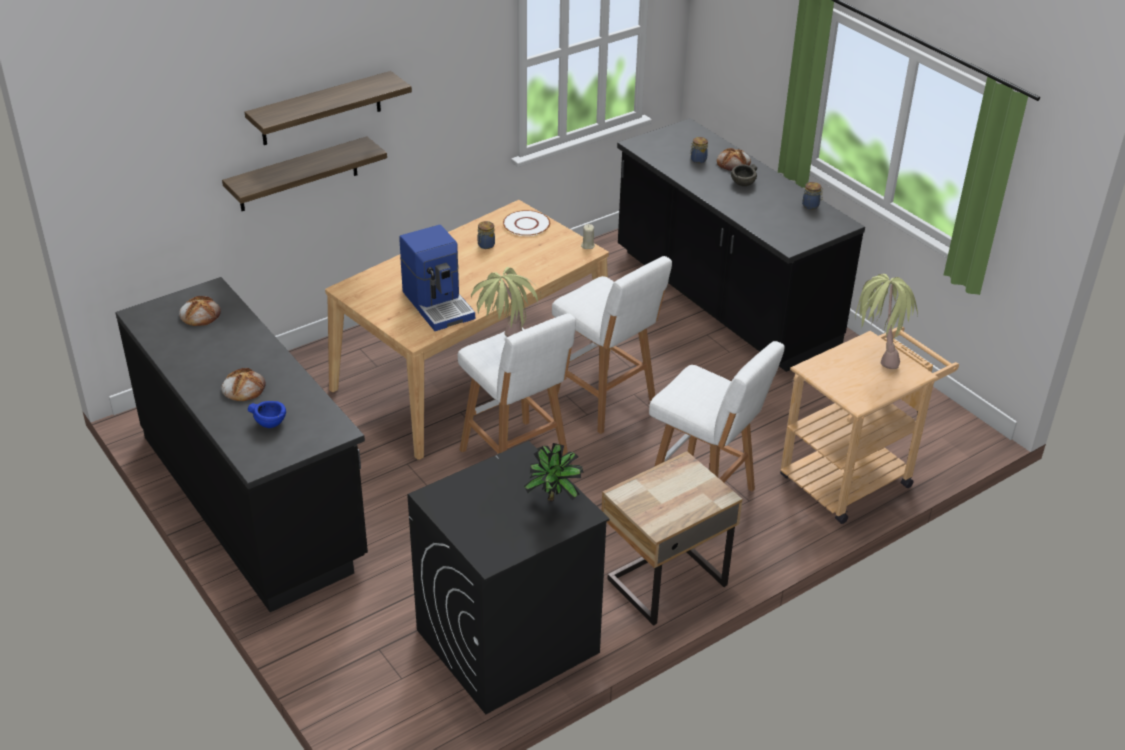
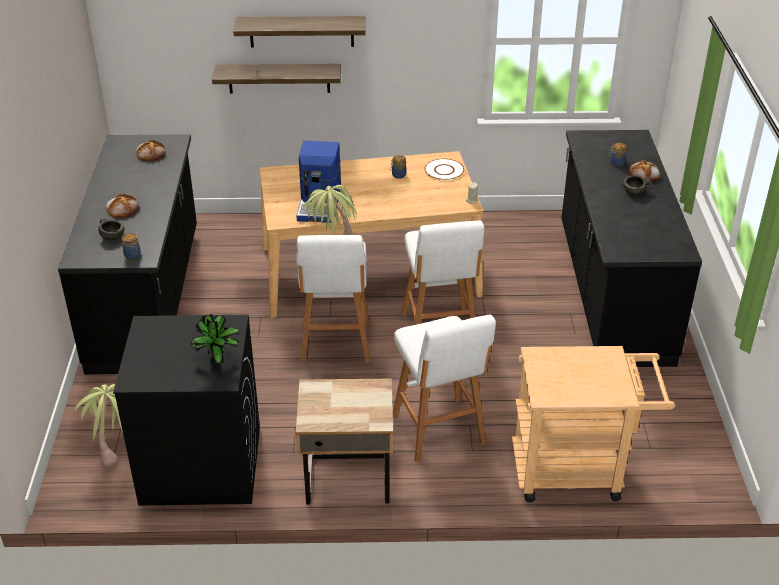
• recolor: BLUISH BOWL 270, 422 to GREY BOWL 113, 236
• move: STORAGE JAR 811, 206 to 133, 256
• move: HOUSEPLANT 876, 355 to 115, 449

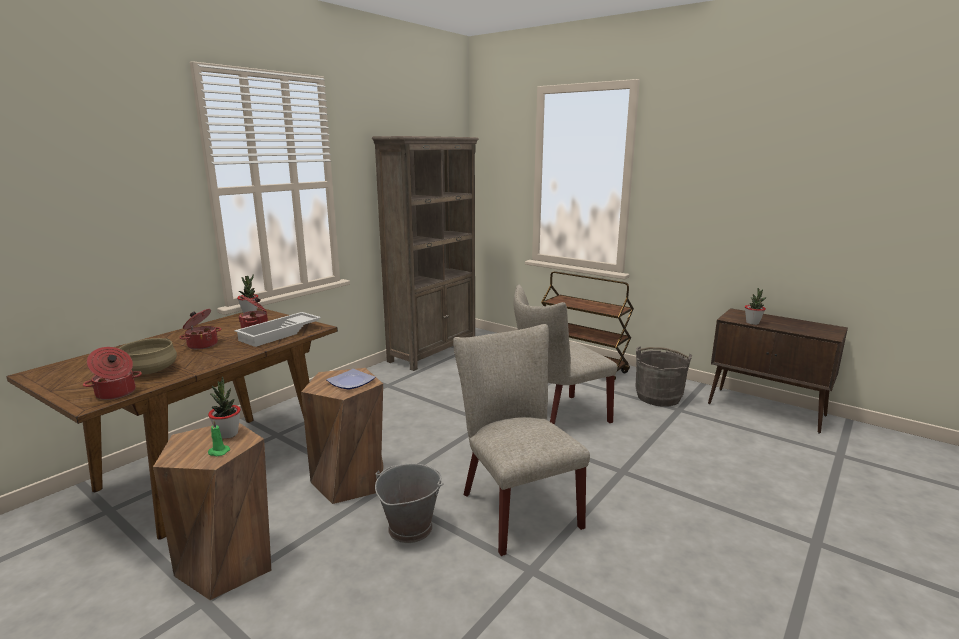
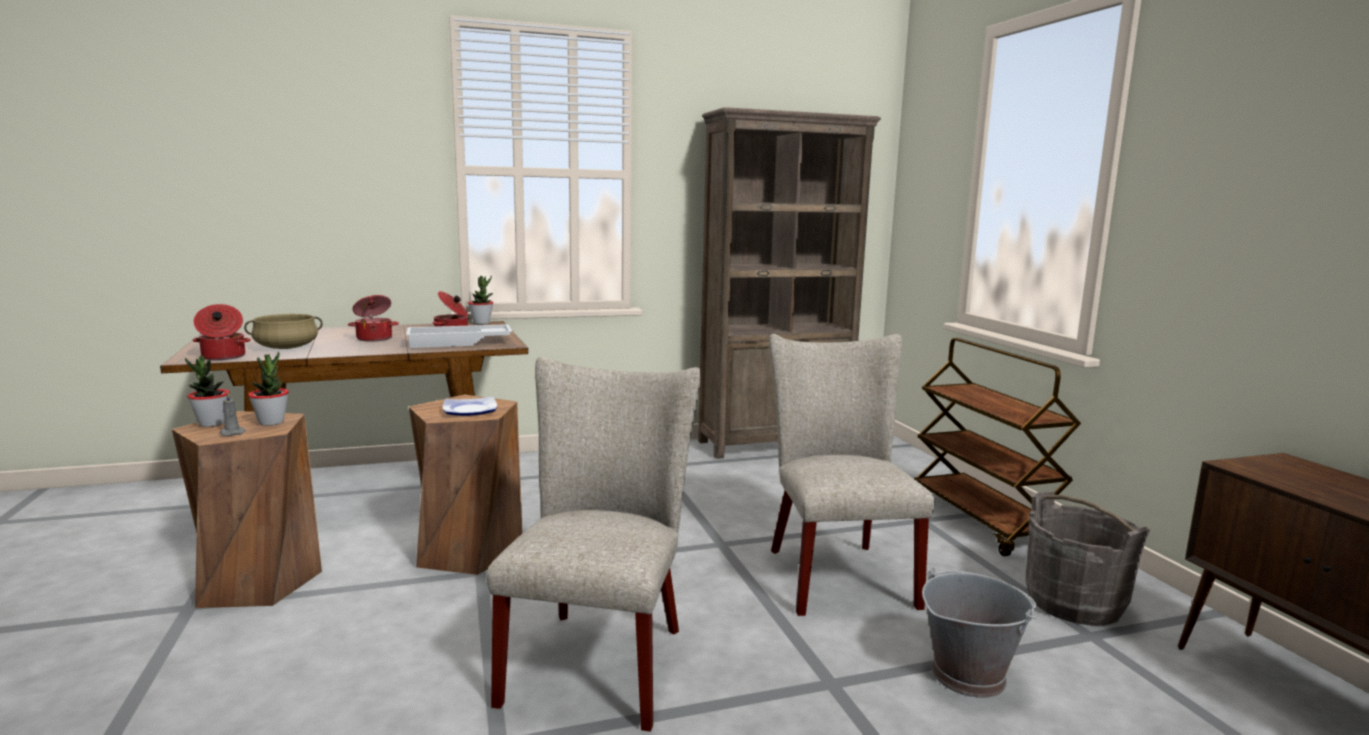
• recolor: GREEN WAX LIGHT 218, 452 to GREY WAX LIGHT 232, 433
• move: GREY PAIL 410, 527 to 967, 674
• rotate: BEIGE-COLOURED CHAIR 557, 417 = 835, 572 75 degrees clockwise
• move: HOUSEPLANT 752, 323 to 212, 423

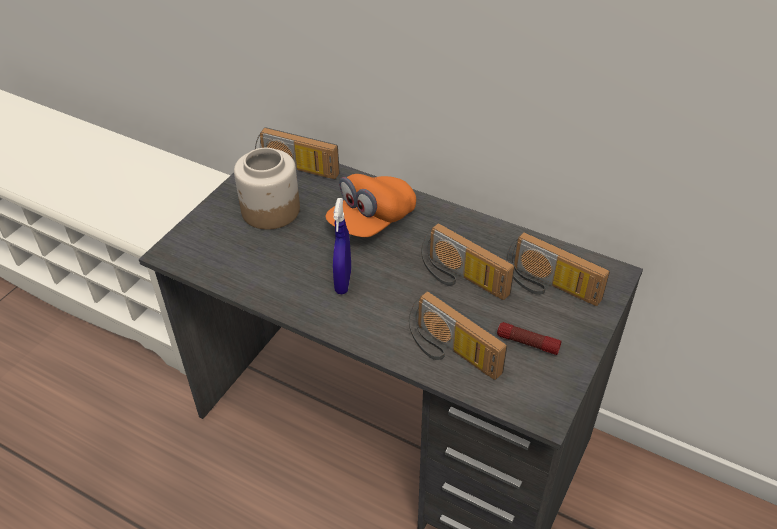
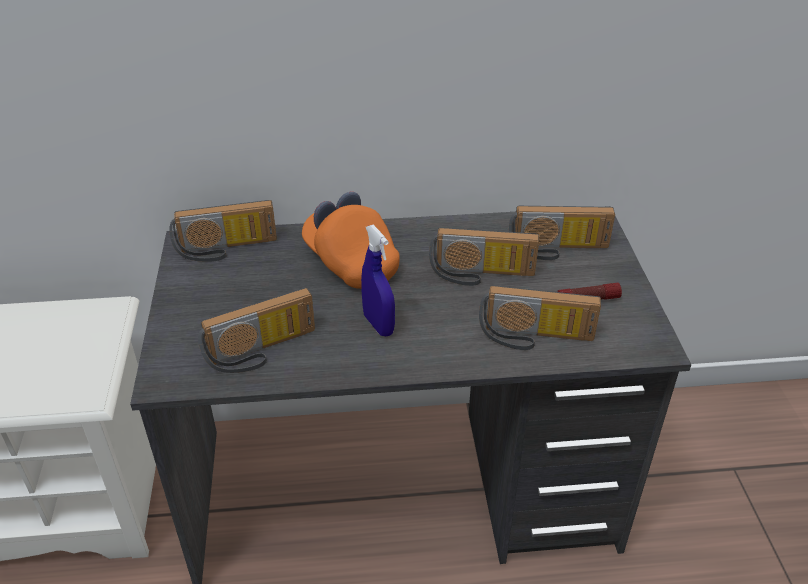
• delete: STORAGE JAR 270, 211
• rotate: ORANGE-COLOURED BASEBALL CAP 372, 221 = 350, 261 135 degrees clockwise
• insert: RADIO SET 262, 351

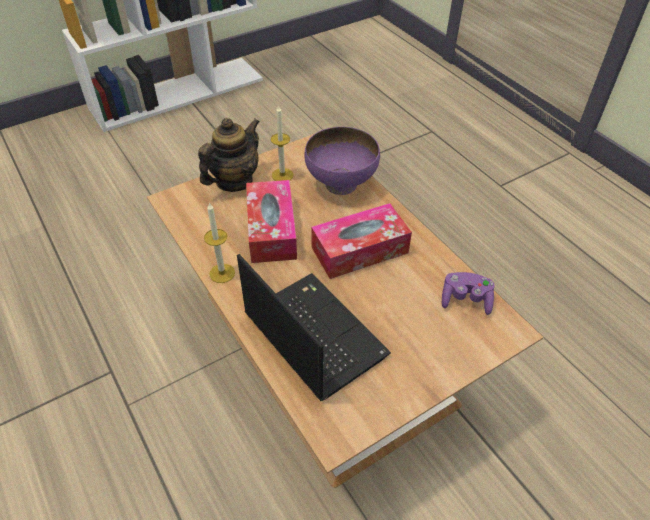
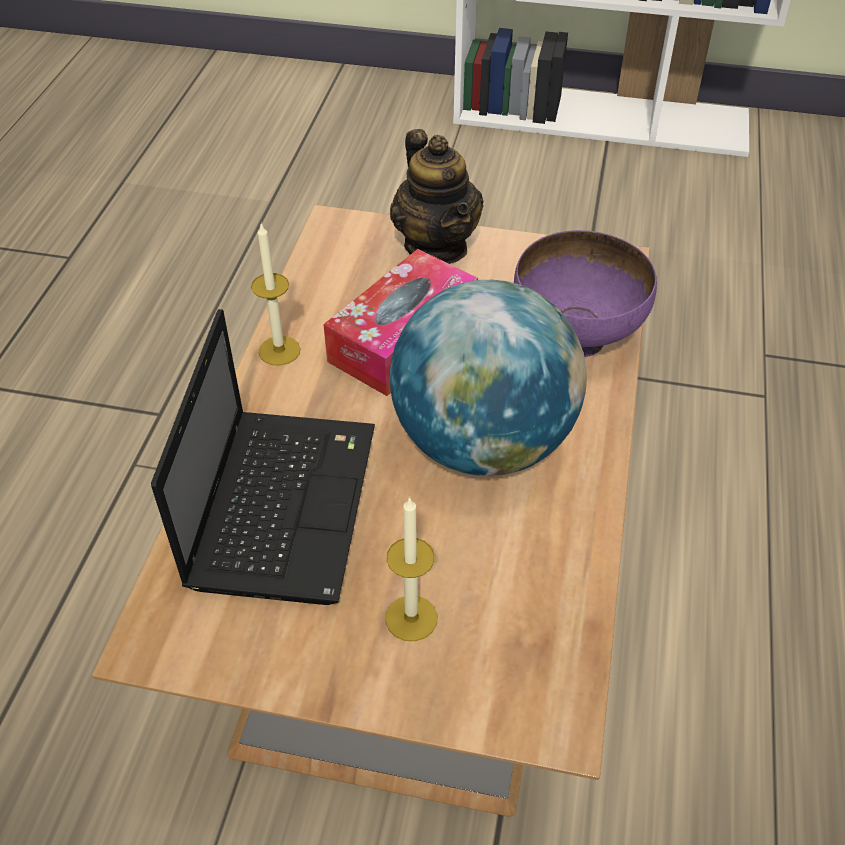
• rotate: POT FOR TEA 234, 181 = 436, 246 75 degrees clockwise
• move: WAX LIGHT 282, 175 to 411, 618
• replace: TISSUE BOX 359, 250 to WORLD GLOBE 483, 442
• delete: PURPLISH GAME CONTROLLER 465, 300

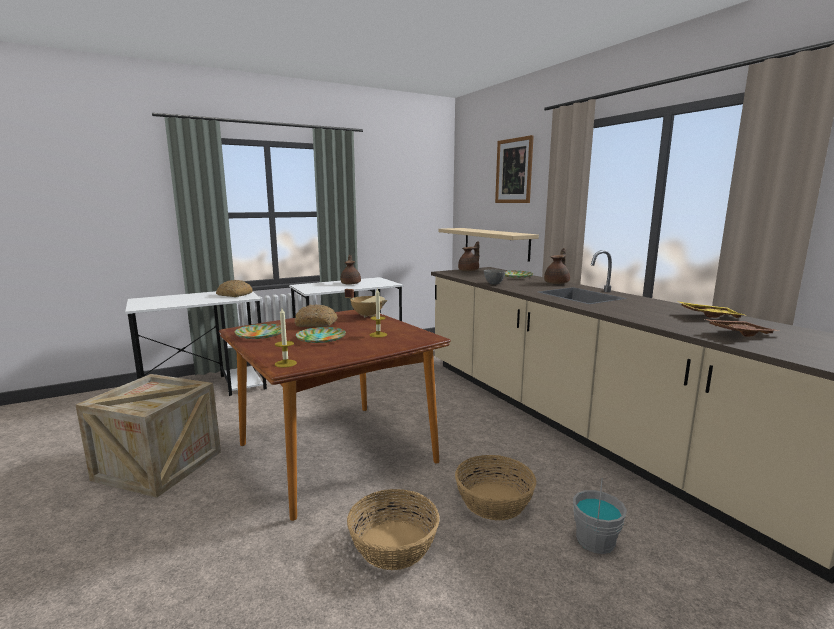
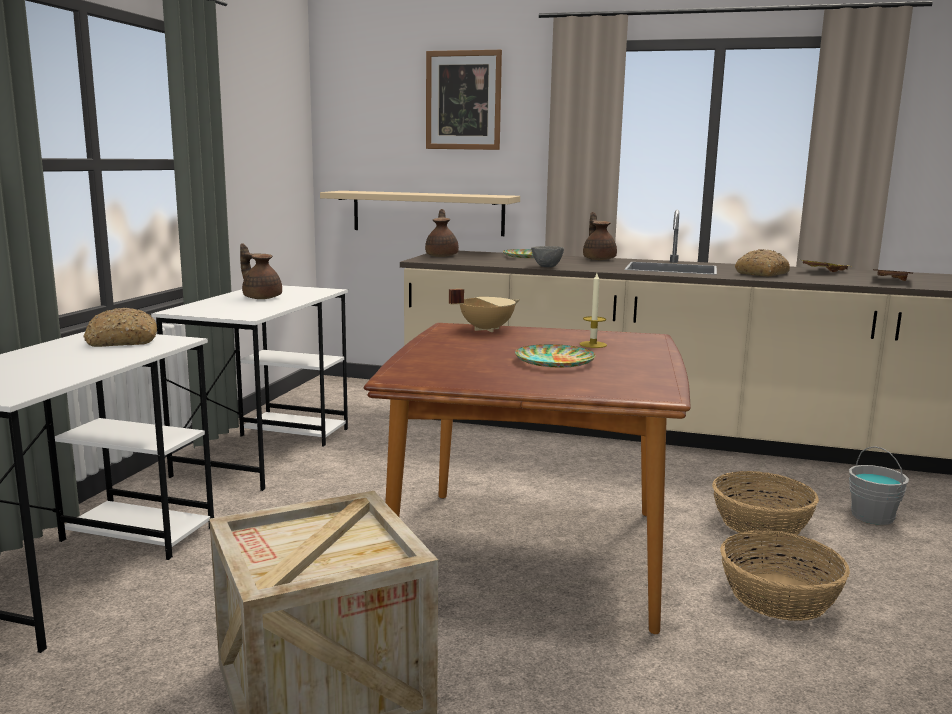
• delete: DINNER PLATE 260, 334
• delete: WAX LIGHT 285, 363
• move: BAKERY BREAD 316, 324 to 761, 273

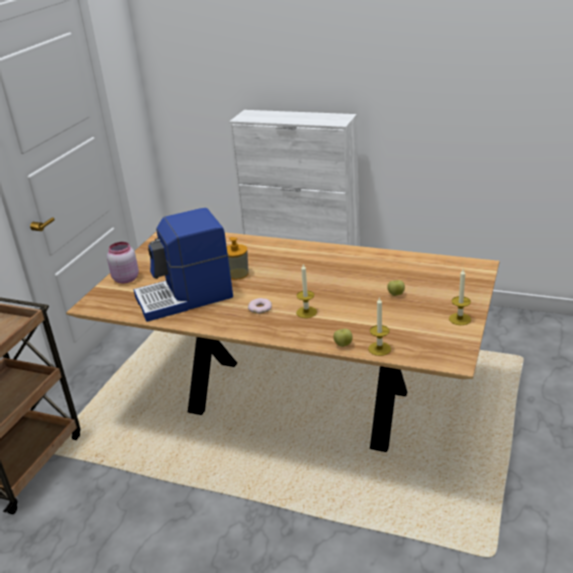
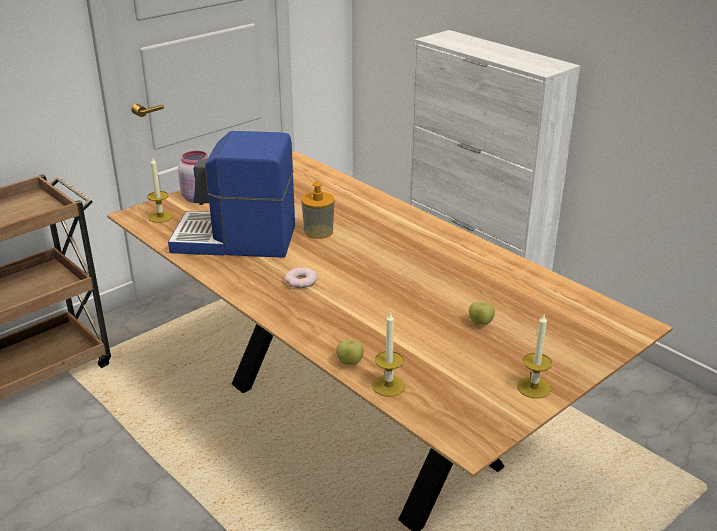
• move: WAX LIGHT 306, 312 to 160, 217

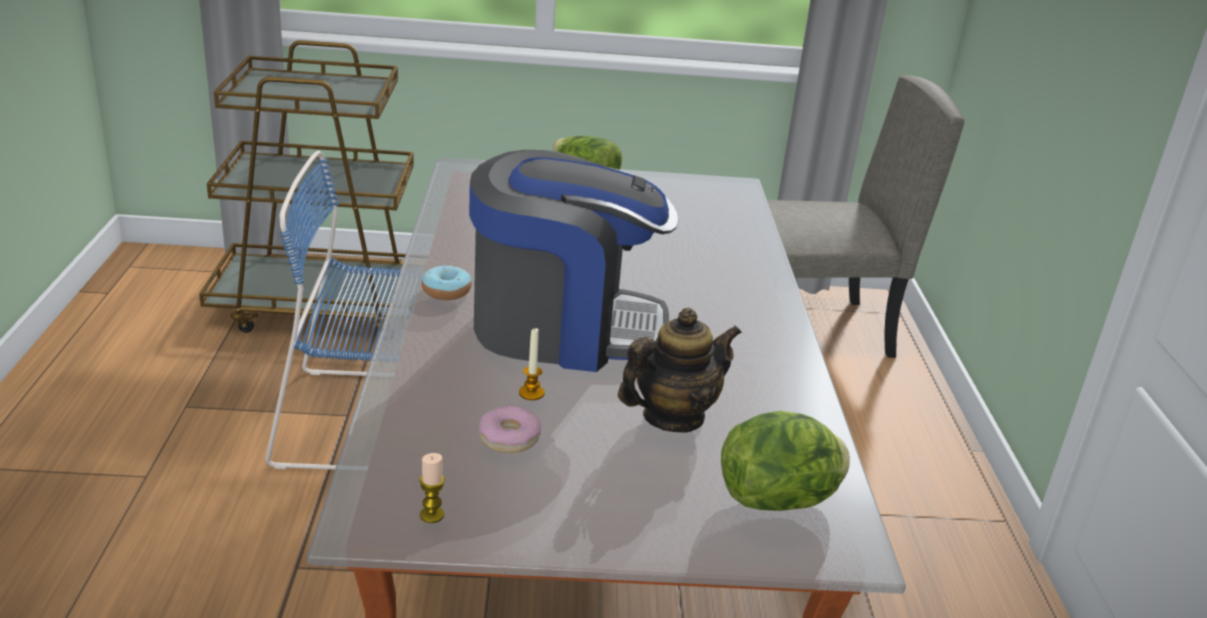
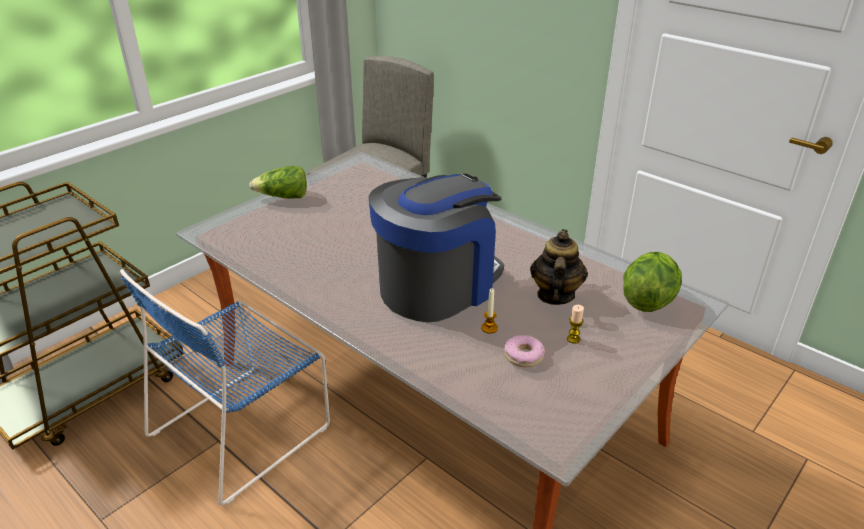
• move: WAX LIGHT 432, 515 to 573, 339
• delete: DONUT 446, 291

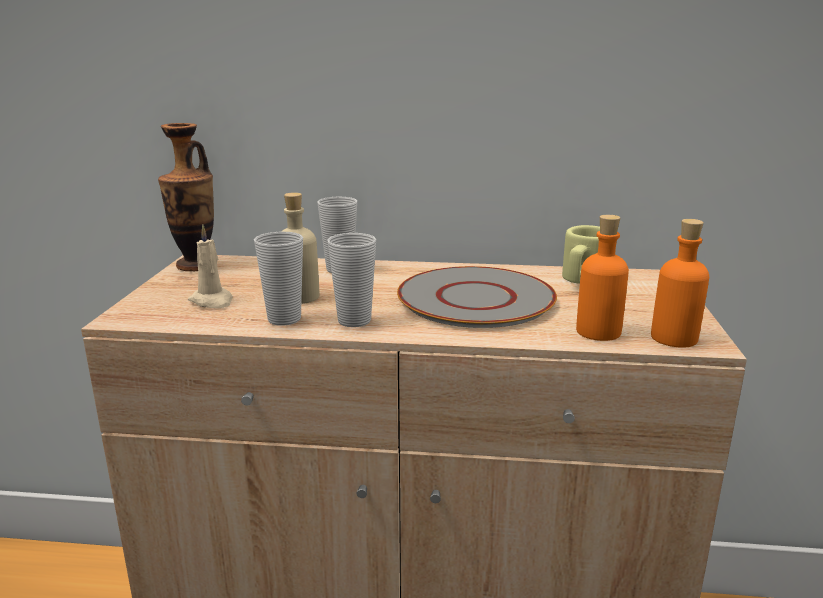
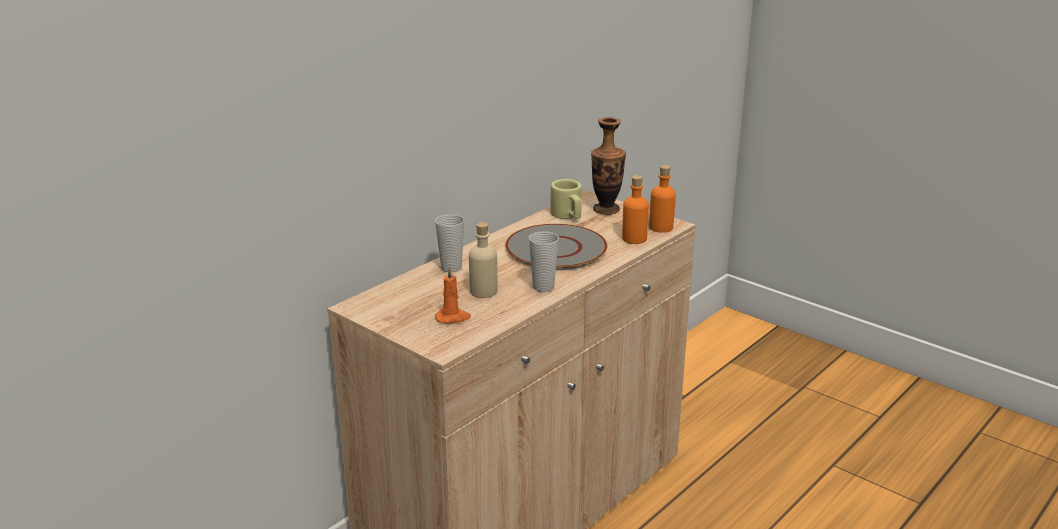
• move: FLOWER VASE 196, 265 to 606, 210
• recolor: BEIGE-COLOURED WAX LIGHT 212, 301 to ORANGE-COLOURED WAX LIGHT 453, 317
• delete: CUP 284, 319

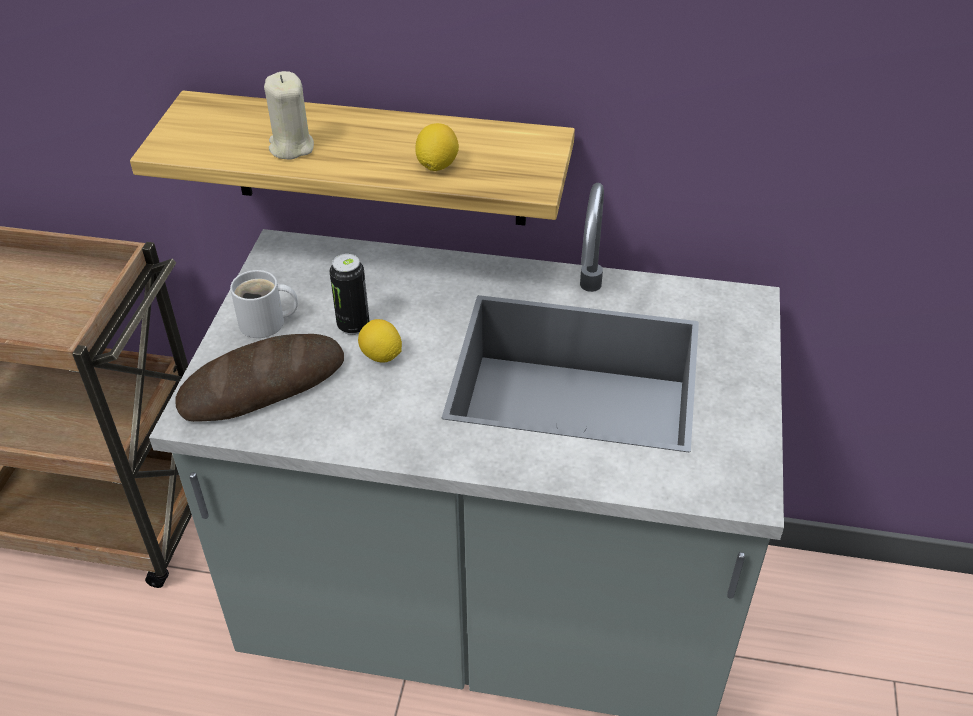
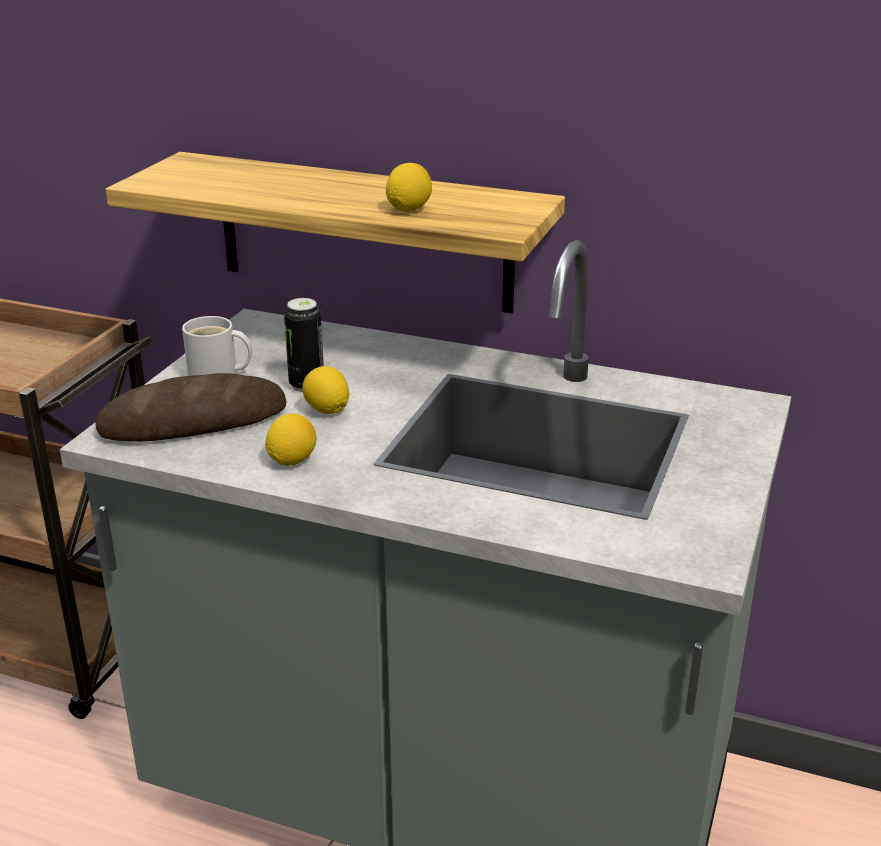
• delete: BEIGE-COLOURED WAX LIGHT 291, 147
• insert: LEMON 292, 460

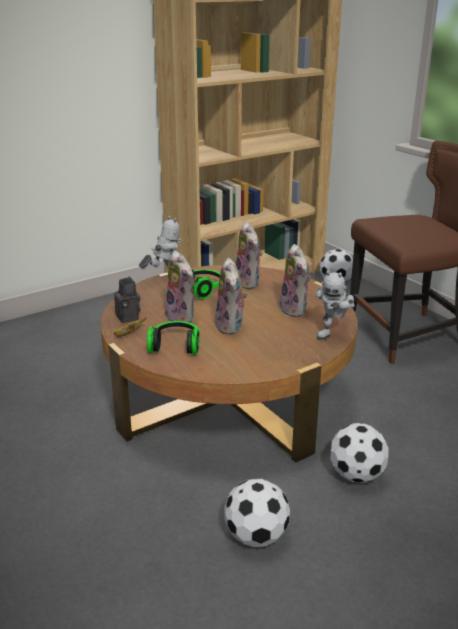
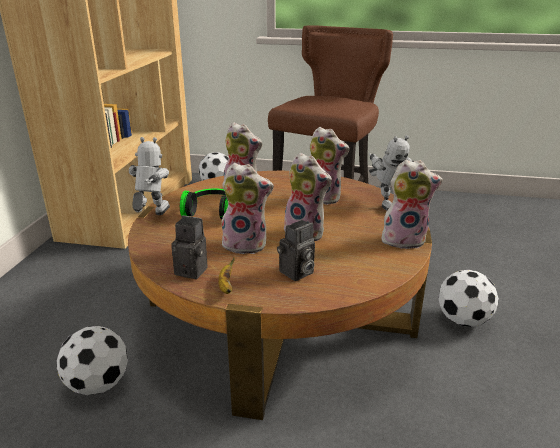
• replace: HEADSET 175, 346 to PHOTO CAMERA 296, 273
• move: FOOTBALL BALL 255, 536 to 98, 385
• insert: SOFT TOY 404, 239

